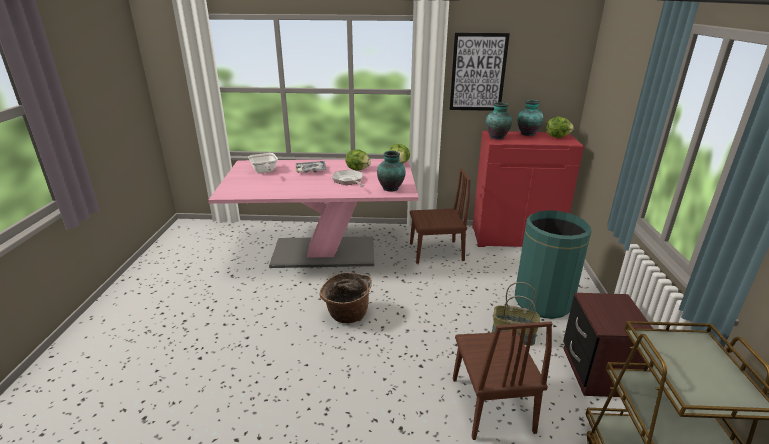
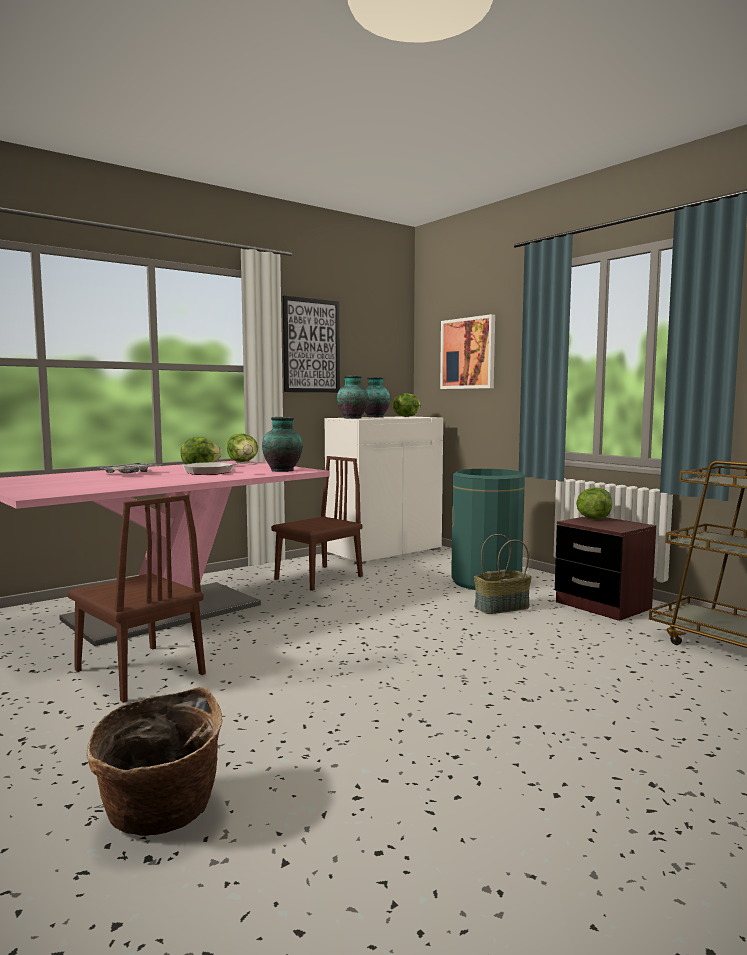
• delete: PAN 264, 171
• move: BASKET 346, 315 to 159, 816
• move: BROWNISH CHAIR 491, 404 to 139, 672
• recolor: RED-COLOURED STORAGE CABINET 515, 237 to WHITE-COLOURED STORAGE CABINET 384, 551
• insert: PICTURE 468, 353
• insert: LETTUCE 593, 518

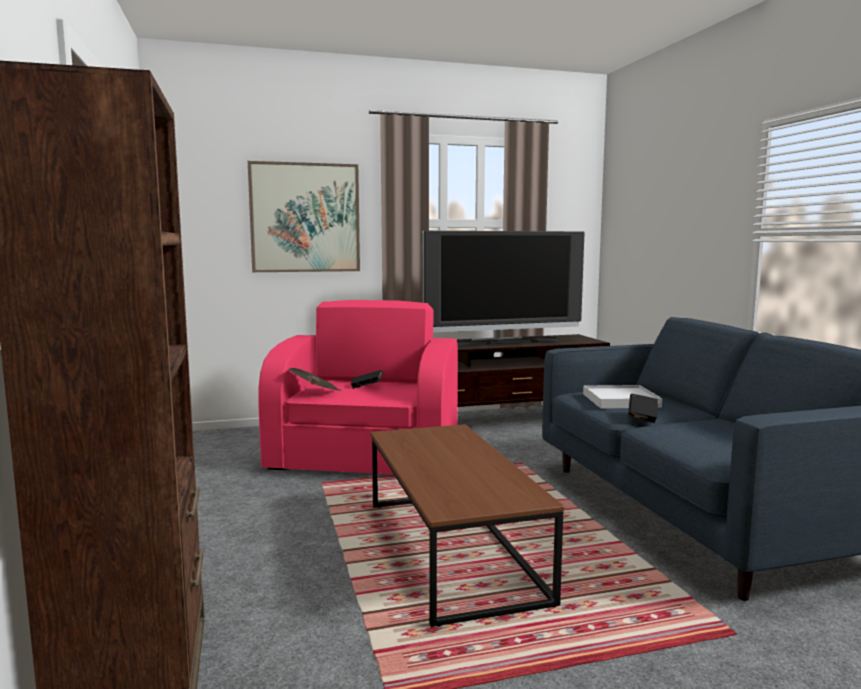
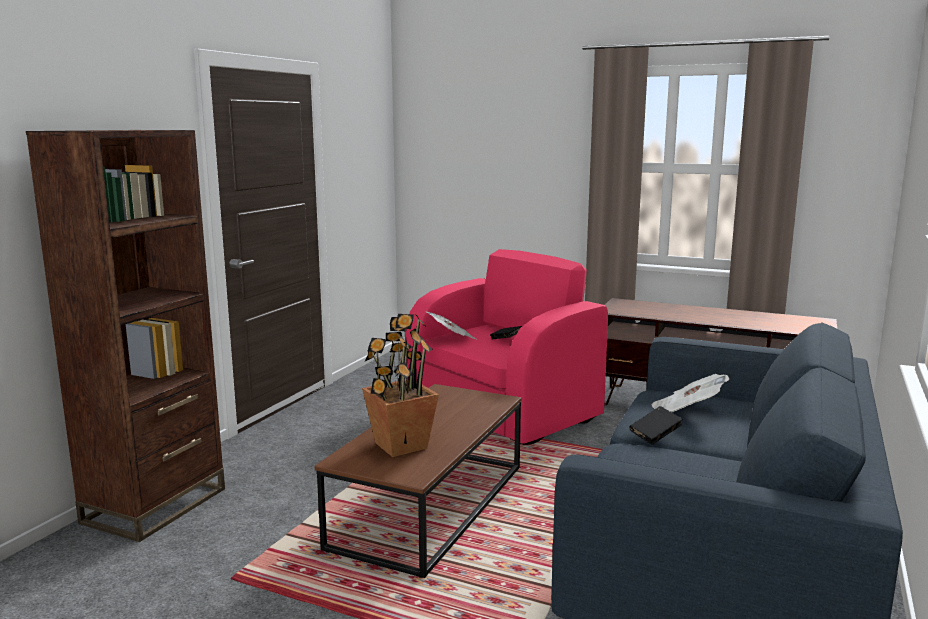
• delete: PICTURE 305, 218
• delete: TV 500, 342
• replace: WHITE-COLOURED CARRYING TRAY 620, 400 to NEWSPAPER 686, 412
• insert: HOUSEPLANT 400, 445

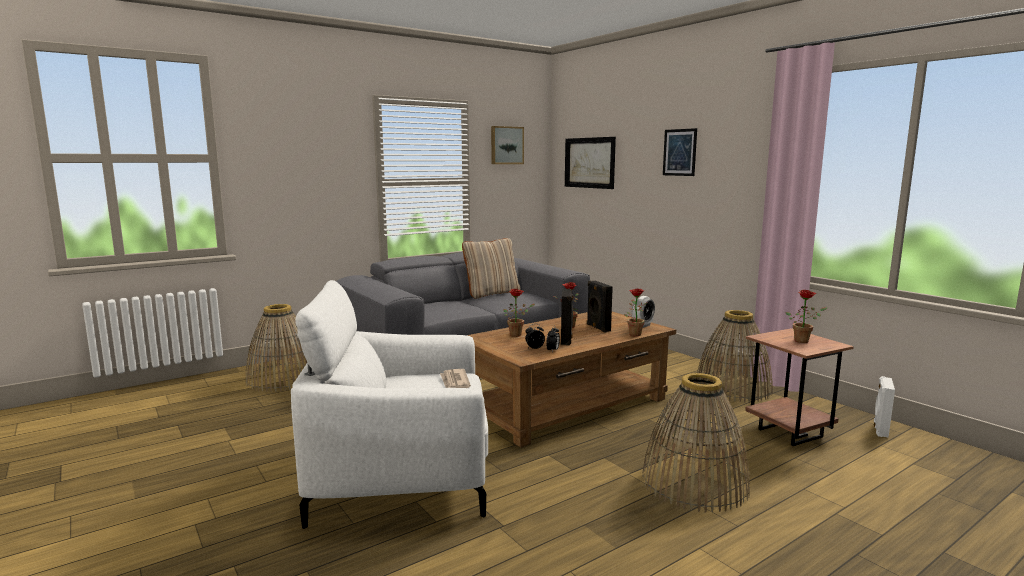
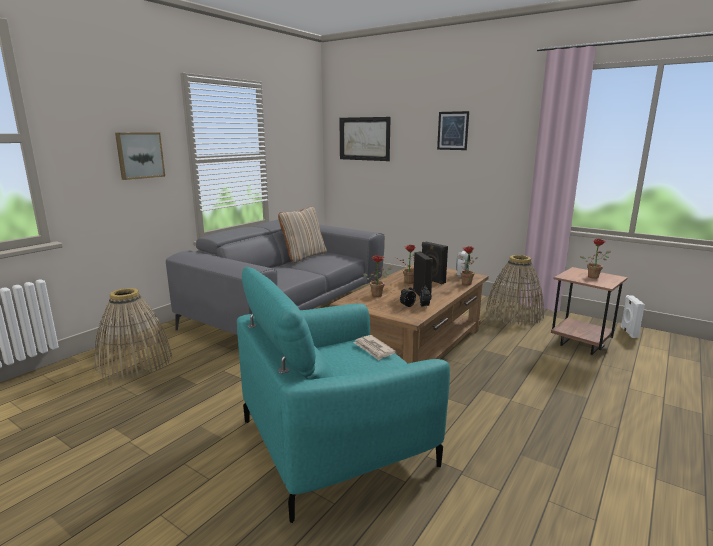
• recolor: WHITE-COLOURED EASY CHAIR 402, 475 to BLUE-GREEN EASY CHAIR 337, 441
• move: PICTURE 506, 145 to 139, 155
• delete: BASKET 694, 483

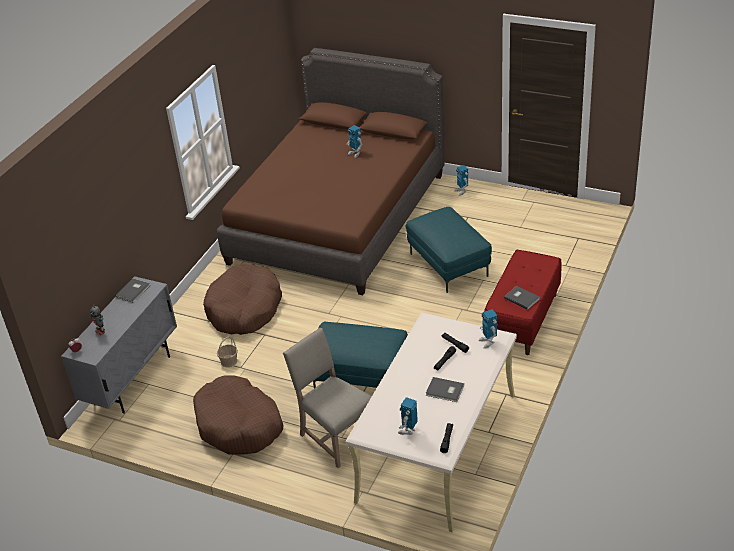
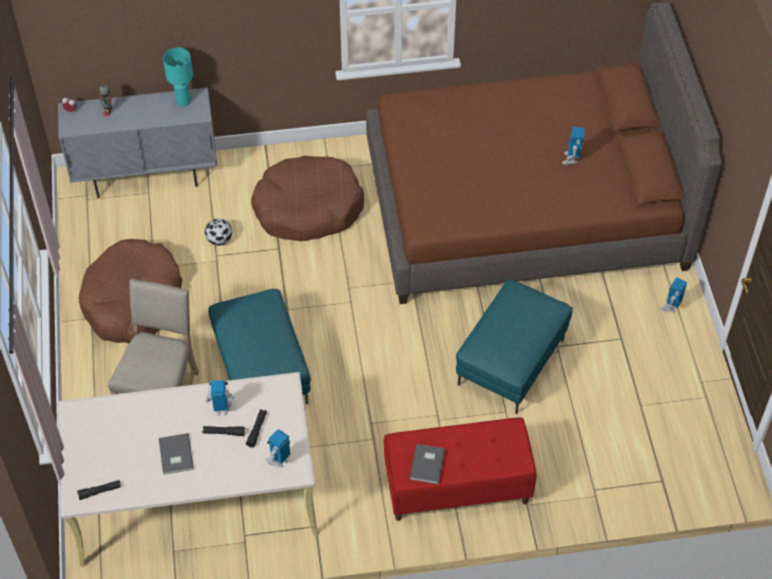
• replace: GREY BOOK 134, 291 to BLUE-GREEN LAMP FOR A TABLE 183, 101
• replace: BASKET 228, 361 to FOOTBALL BALL 219, 240
• move: TOY ROBOT 408, 430 to 221, 409

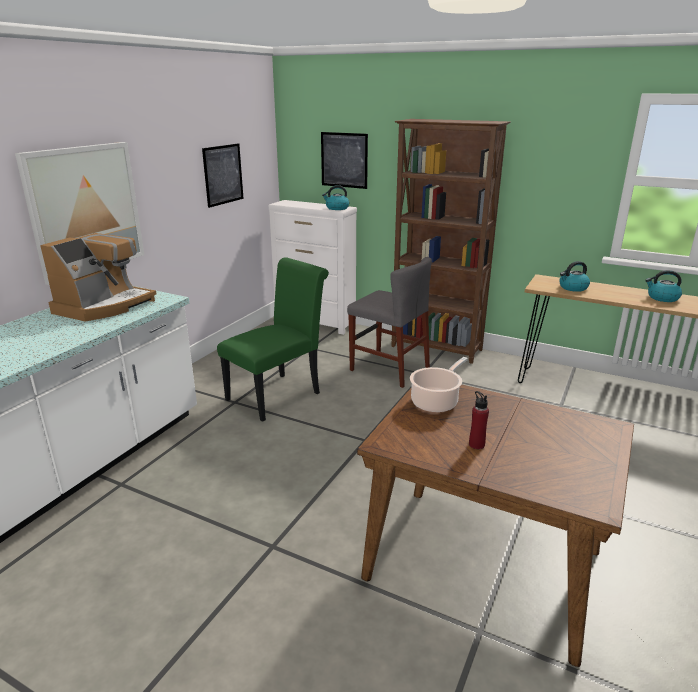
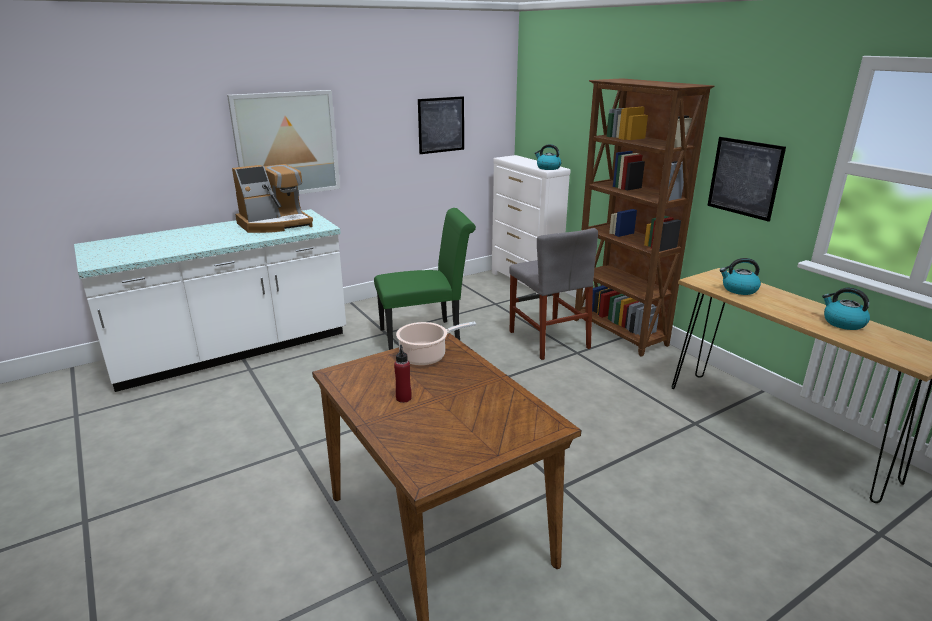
• move: PICTURE 344, 160 to 744, 178

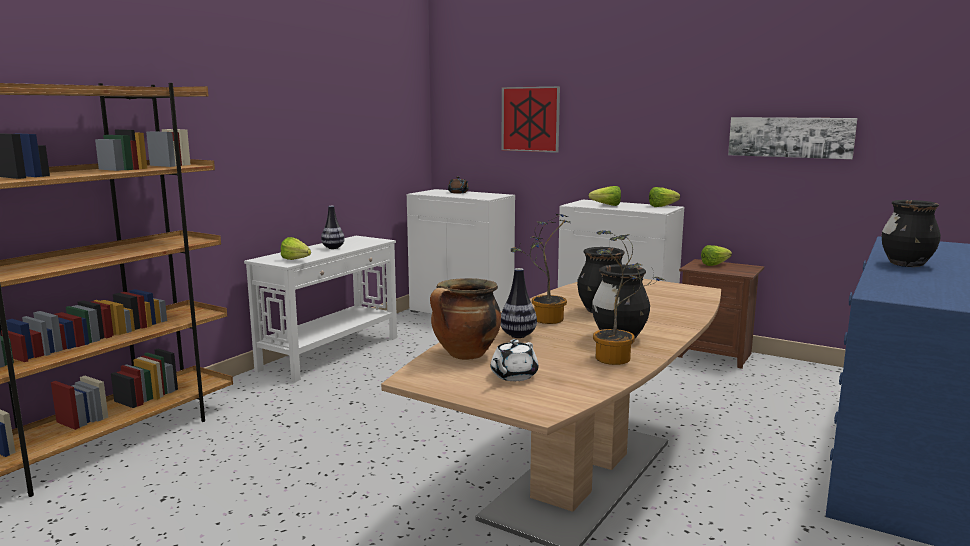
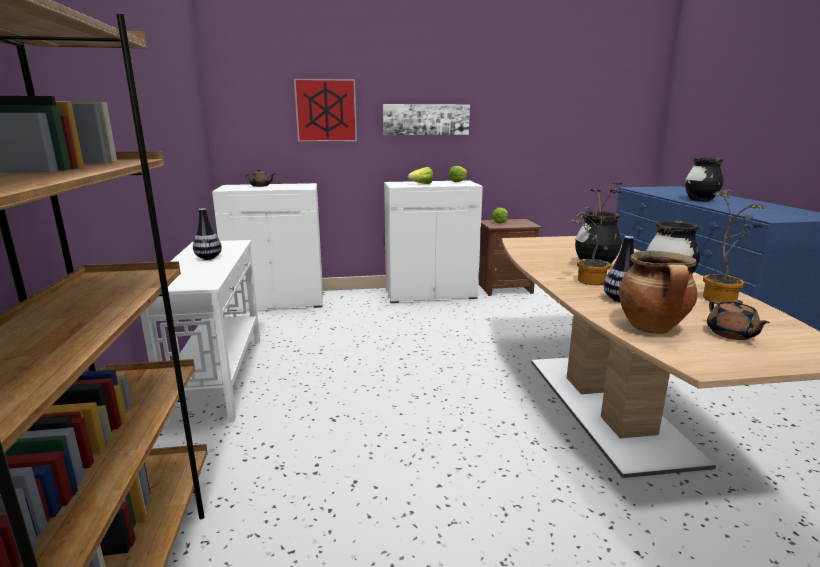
• delete: LETTUCE 297, 260
• recolor: WHITE-COLOURED POT FOR TEA 513, 376 to BROWNISH POT FOR TEA 731, 334
• move: PICTURE 790, 137 to 426, 119

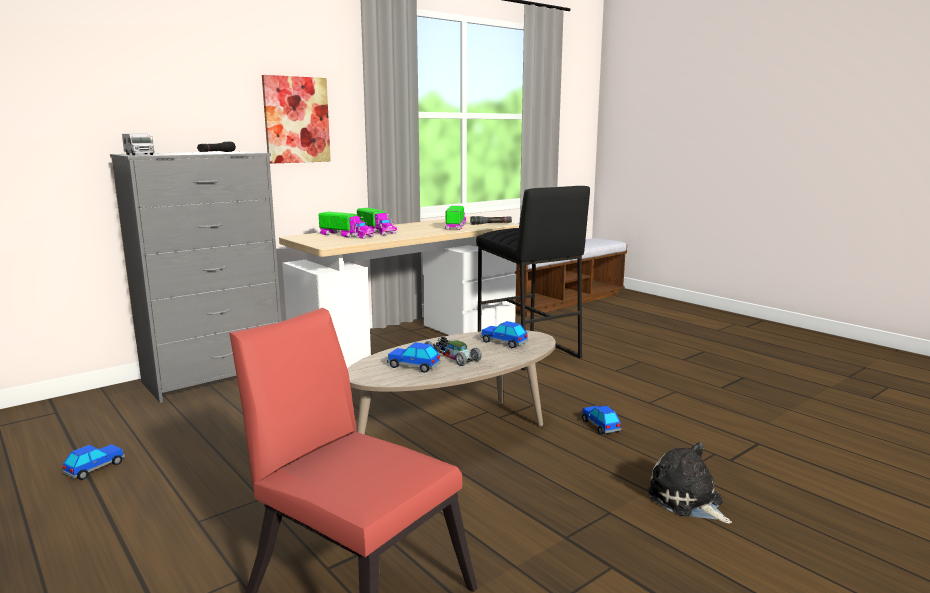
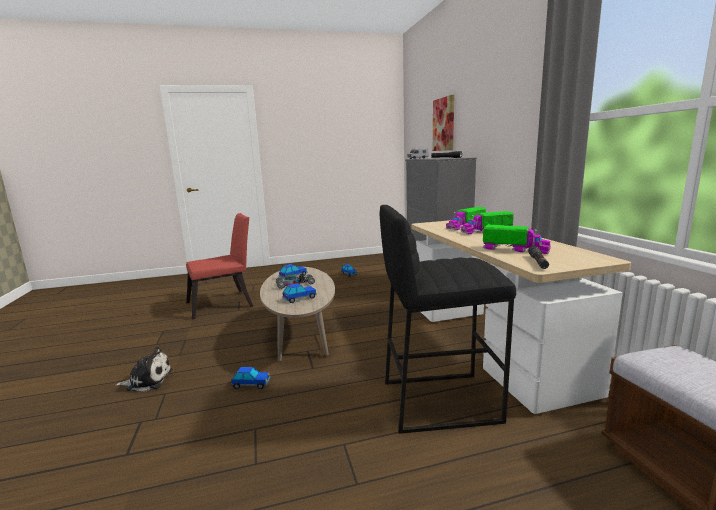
• move: PICTURE 296, 120 to 444, 124

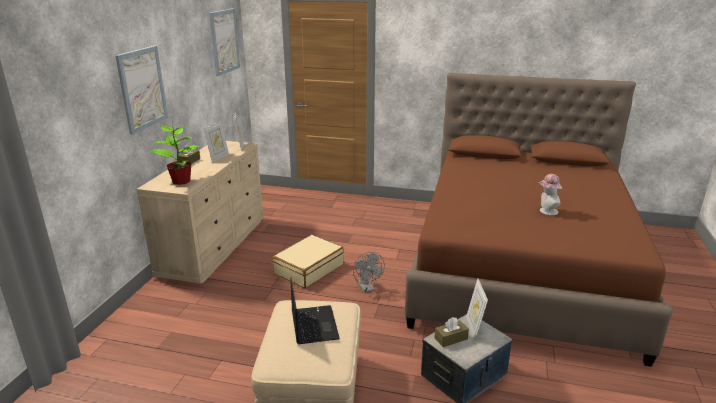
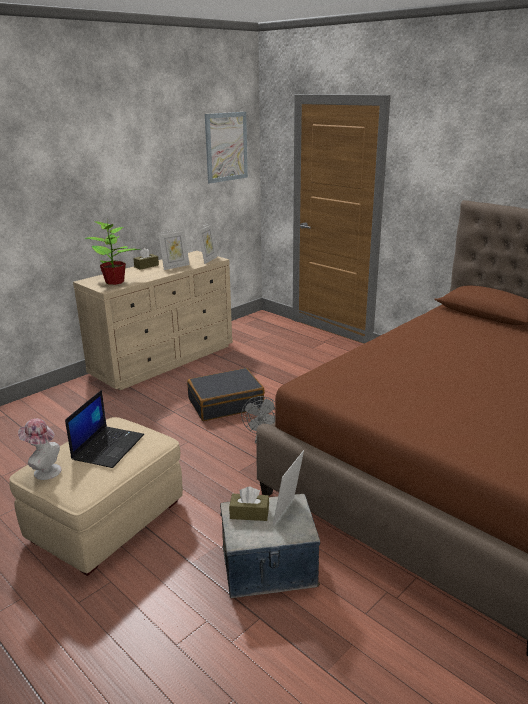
• delete: PICTURE 142, 89
• recolor: BEIGE-COLOURED TRAVEL CASE 308, 269 to BLACK-COLOURED TRAVEL CASE 225, 403
• move: CLOTHING HAT 546, 211 to 44, 471

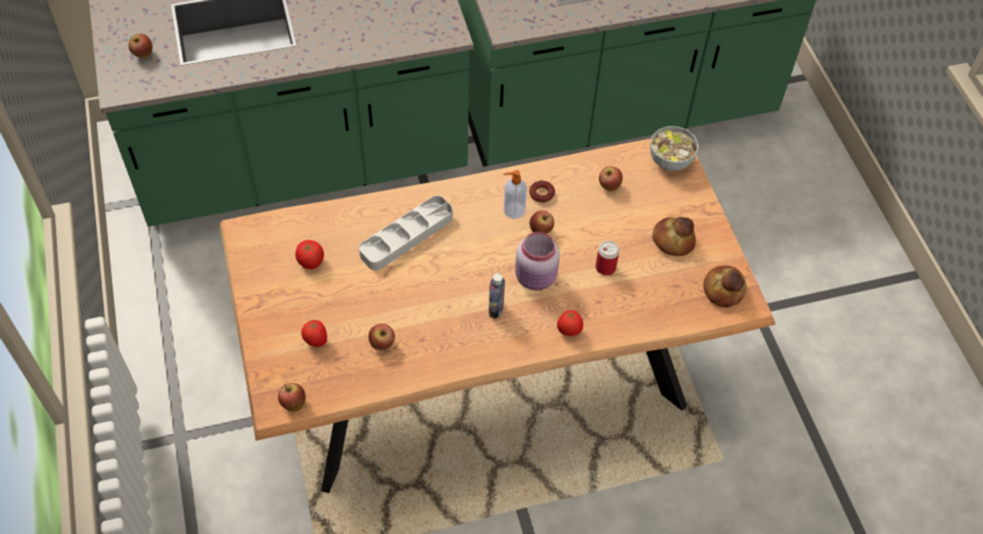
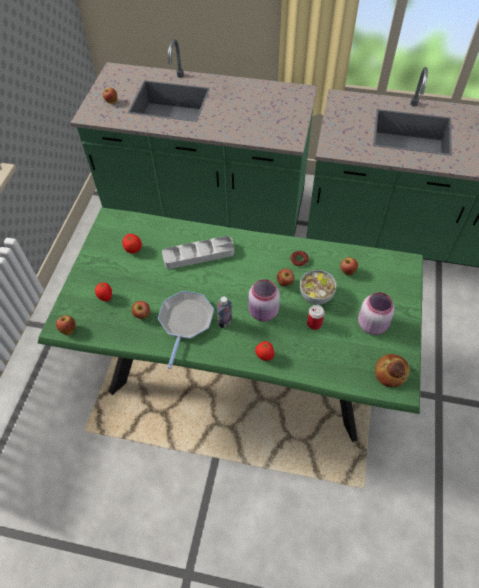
• recolor: BROWNISH DINNER TABLE 486, 373 to GREEN DINNER TABLE 241, 364
• delete: LIQUID SOAP BOTTLE 513, 210
• move: BOWL 670, 161 to 315, 295
• replace: BAKERY BREAD 673, 240 to PINKISH STORAGE JAR 372, 324
• insert: PAN 185, 322

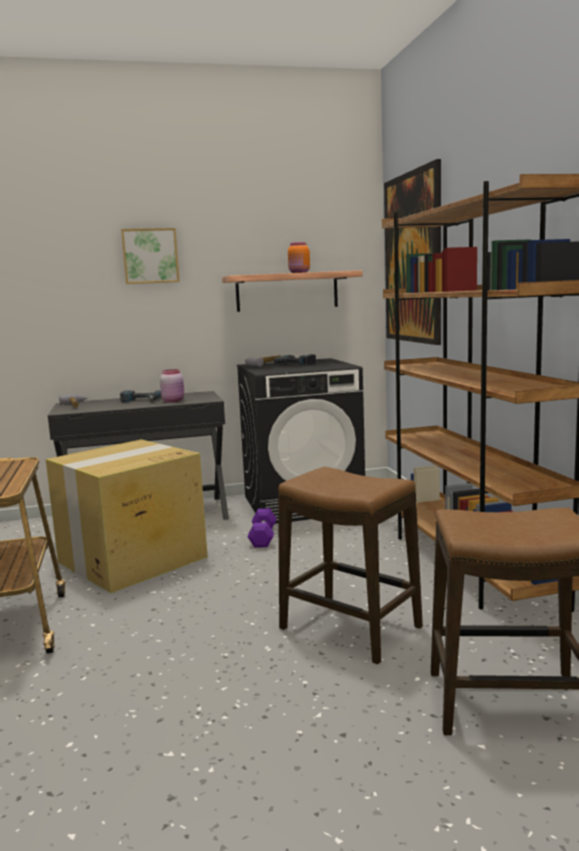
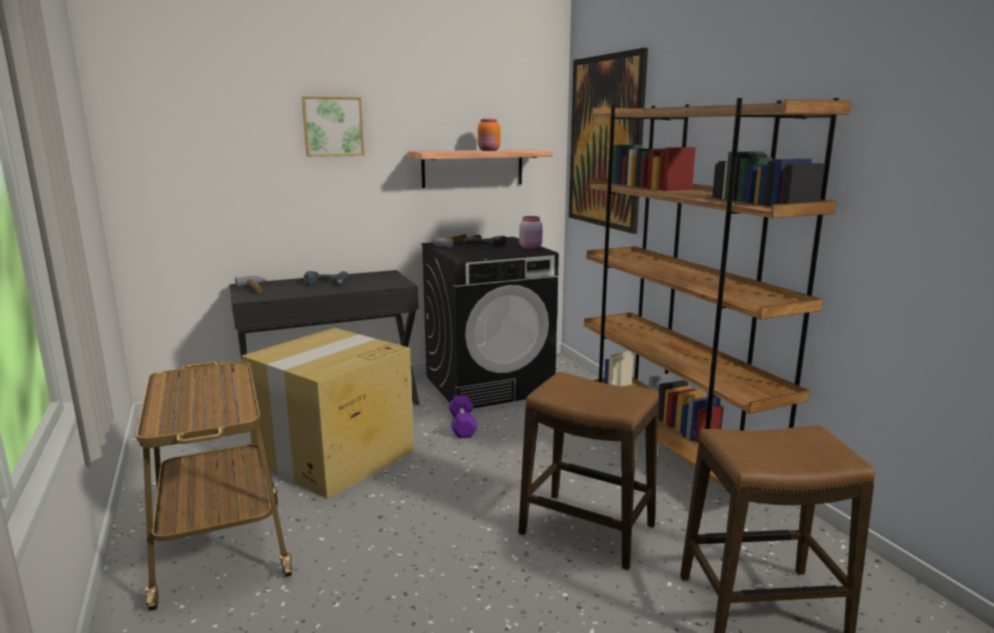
• move: PINKISH STORAGE JAR 174, 401 to 531, 247

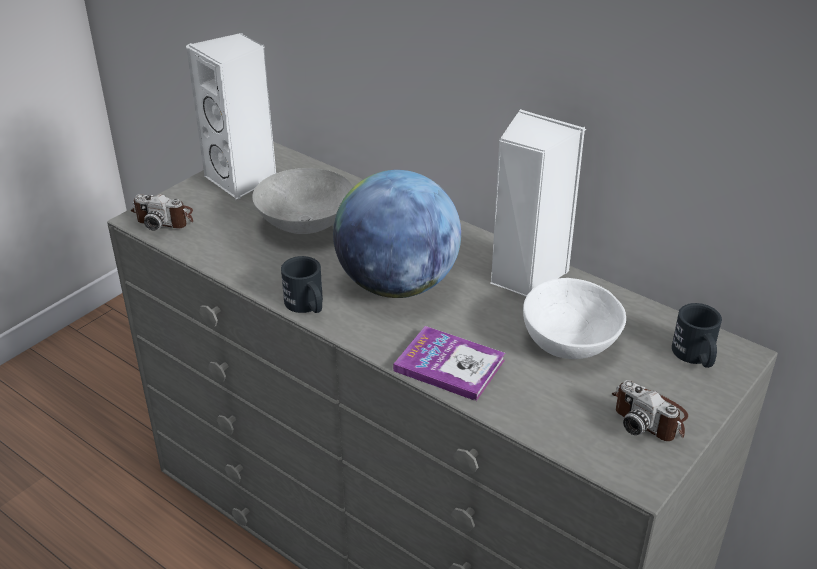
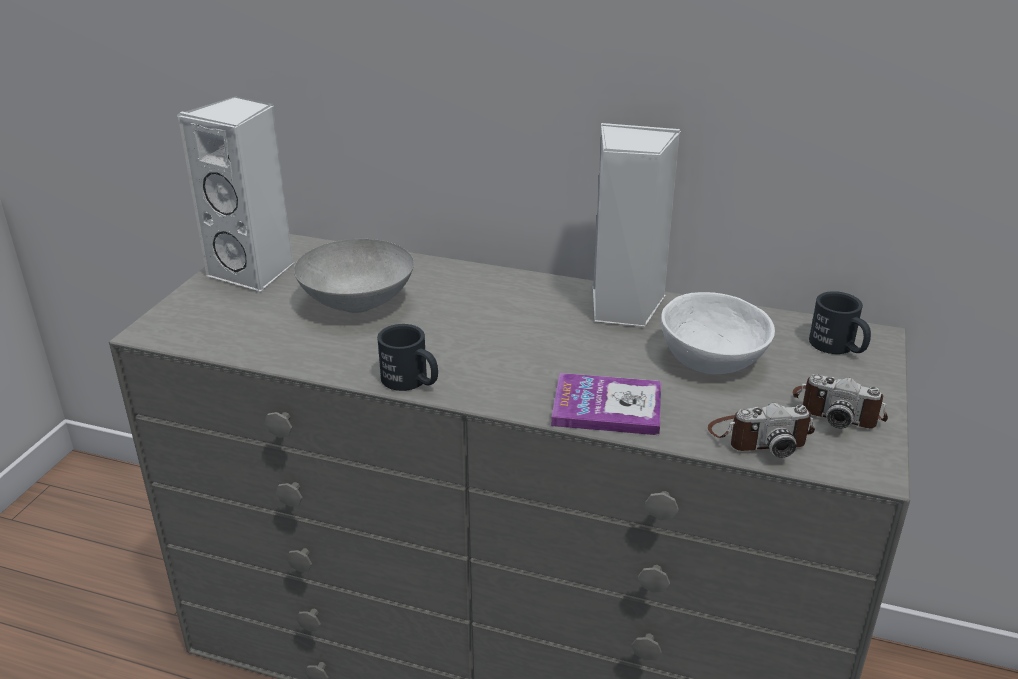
• move: PHOTO CAMERA 165, 218 to 759, 436
• delete: WORLD GLOBE 397, 285

